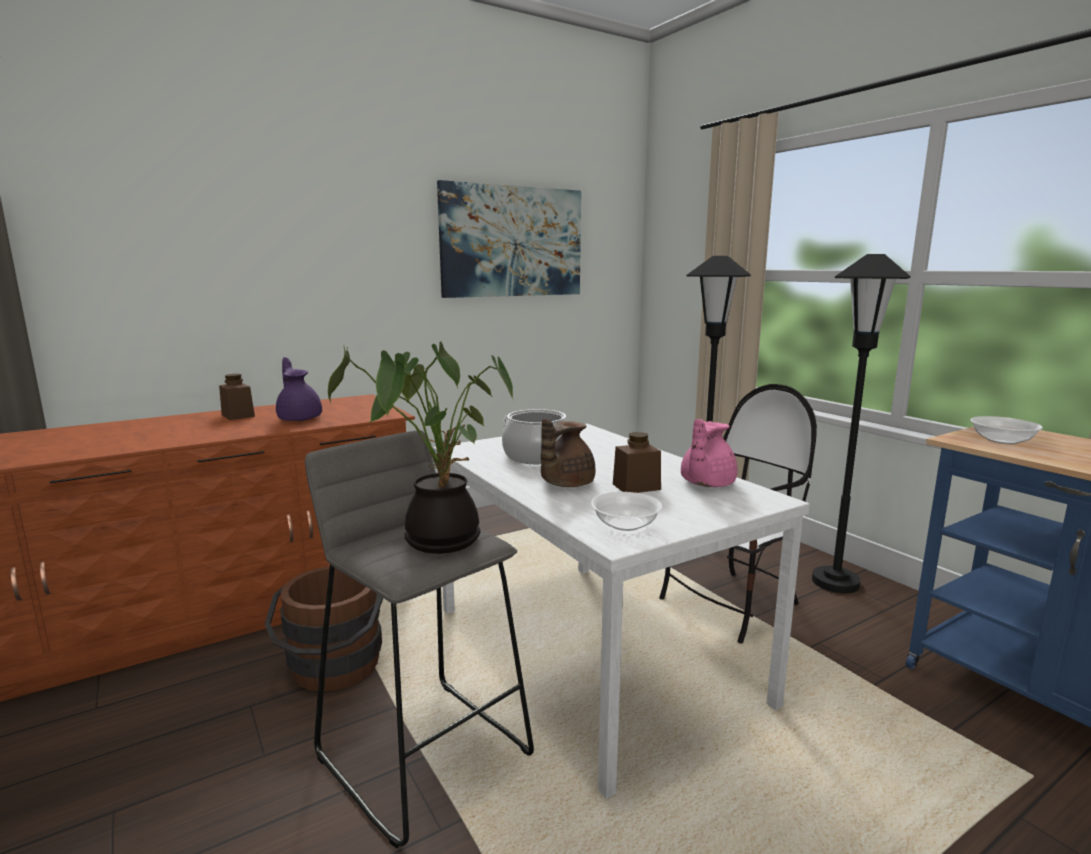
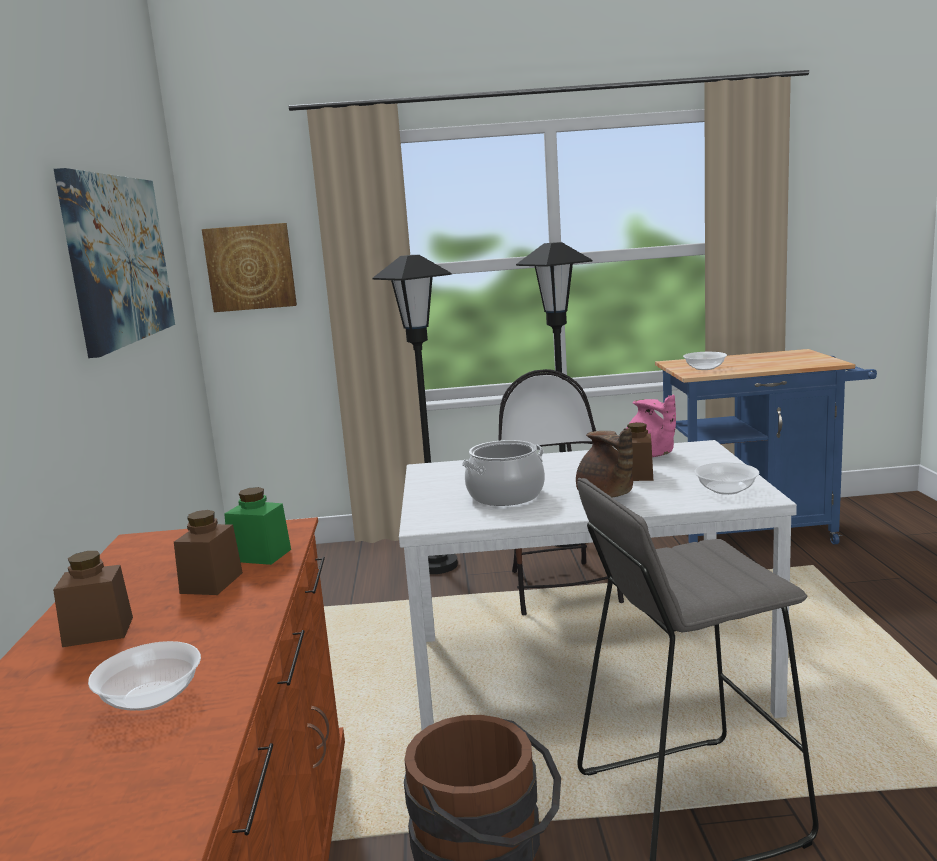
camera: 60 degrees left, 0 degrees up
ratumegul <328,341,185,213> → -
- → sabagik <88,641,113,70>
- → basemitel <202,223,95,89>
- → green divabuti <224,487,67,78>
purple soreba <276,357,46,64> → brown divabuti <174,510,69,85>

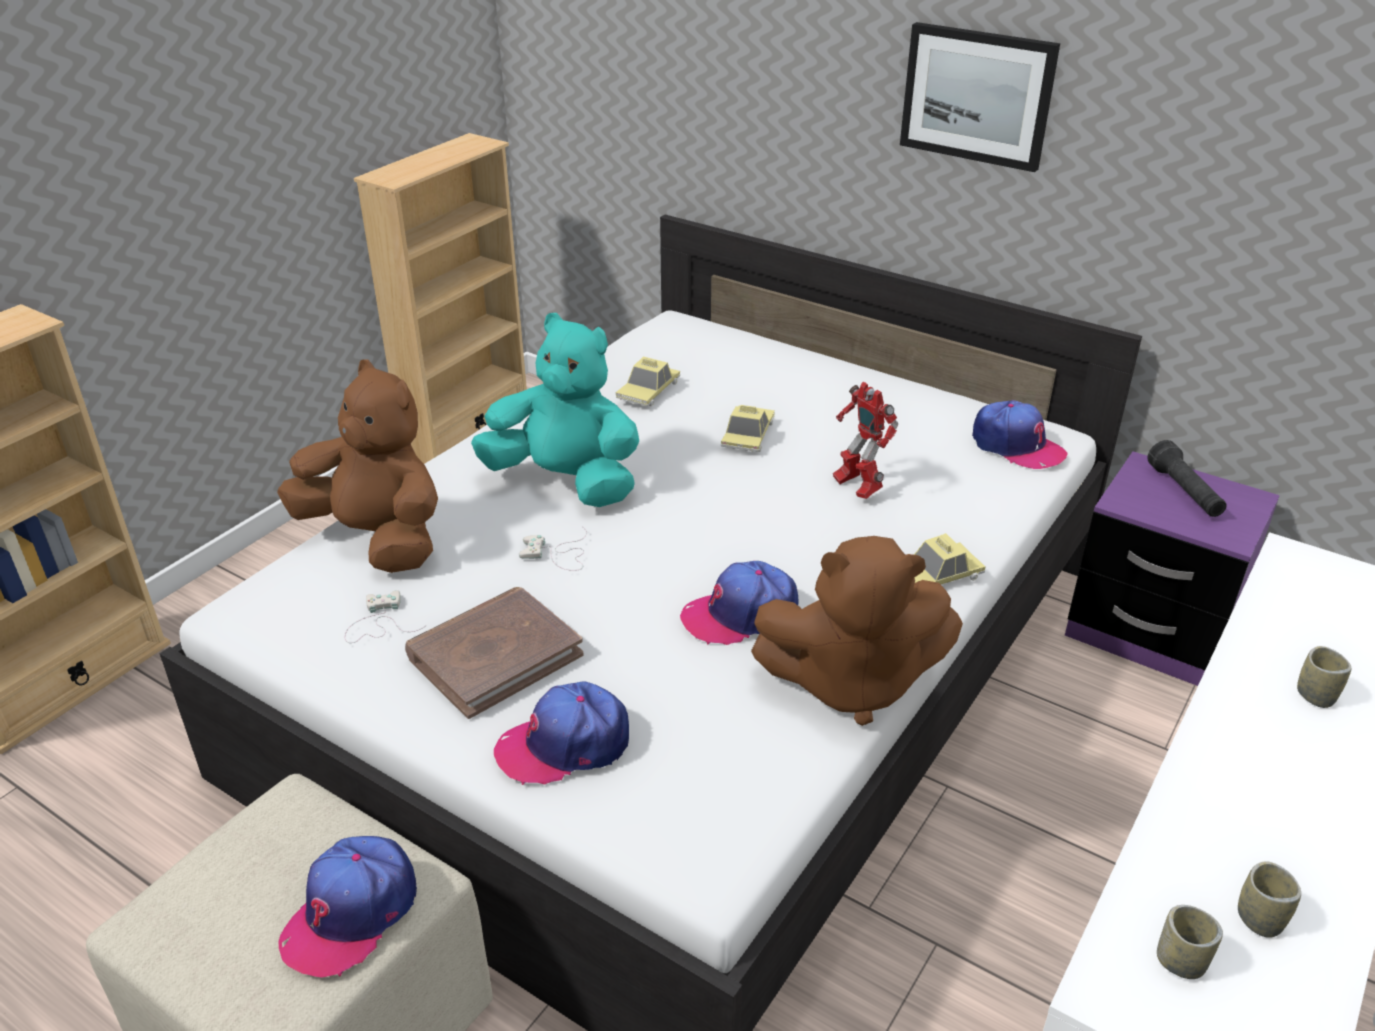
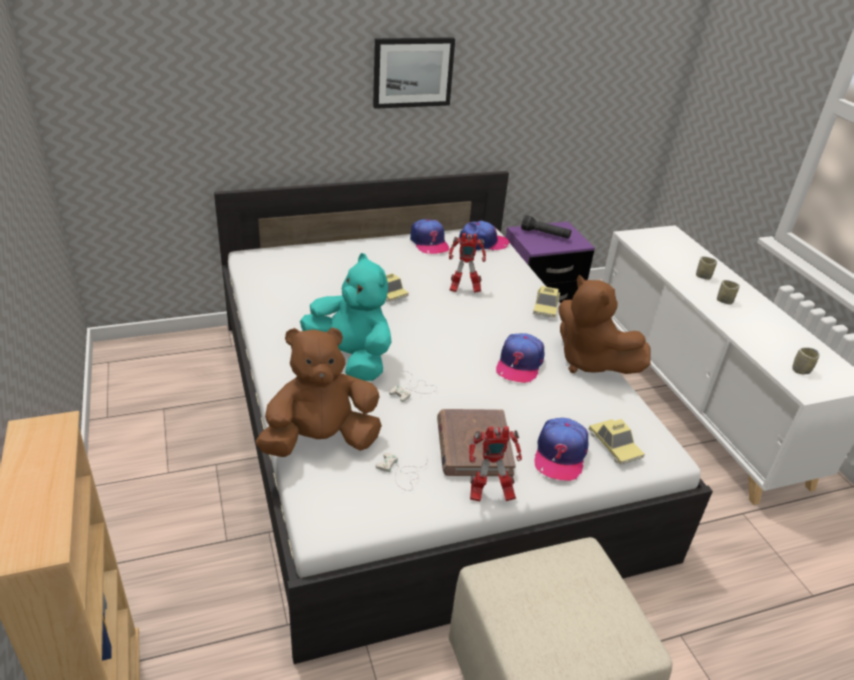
camera: 55 degrees left, 0 degrees up
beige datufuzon <354,133,173,331> → -
- → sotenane <469,426,53,76>
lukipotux <279,836,138,141> → lukipotux <410,219,40,35>, move
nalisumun <615,357,65,49> → nalisumun <589,419,56,46>, move
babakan <1238,861,63,77> → babakan <717,280,23,25>, move
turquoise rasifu <471,313,168,194> → turquoise rasifu <300,253,92,128>, 75 degrees clockwise
brown rasifu <751,536,212,190> → brown rasifu <558,275,93,99>, 105 degrees clockwise

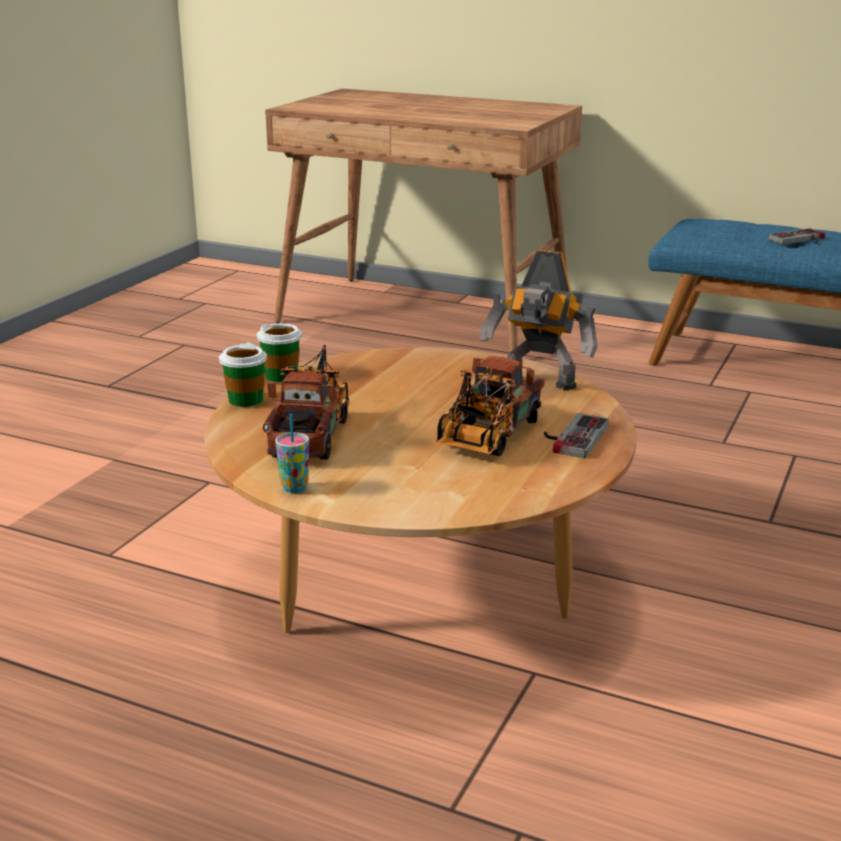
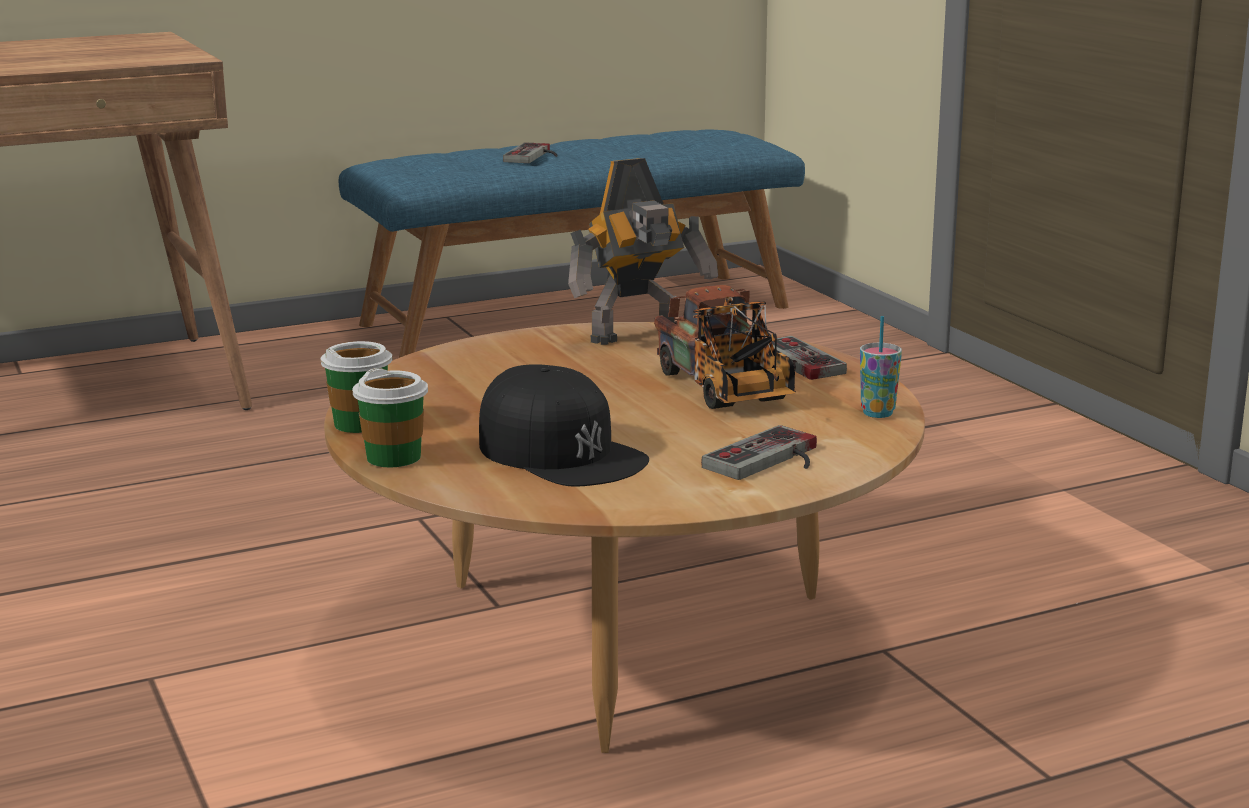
camera: 50 degrees left, 5 degrees down
- → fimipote <701,425,116,55>
babakan <275,414,34,79> → babakan <860,316,42,102>, move
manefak <263,345,87,114> → black lukipotux <479,364,170,123>

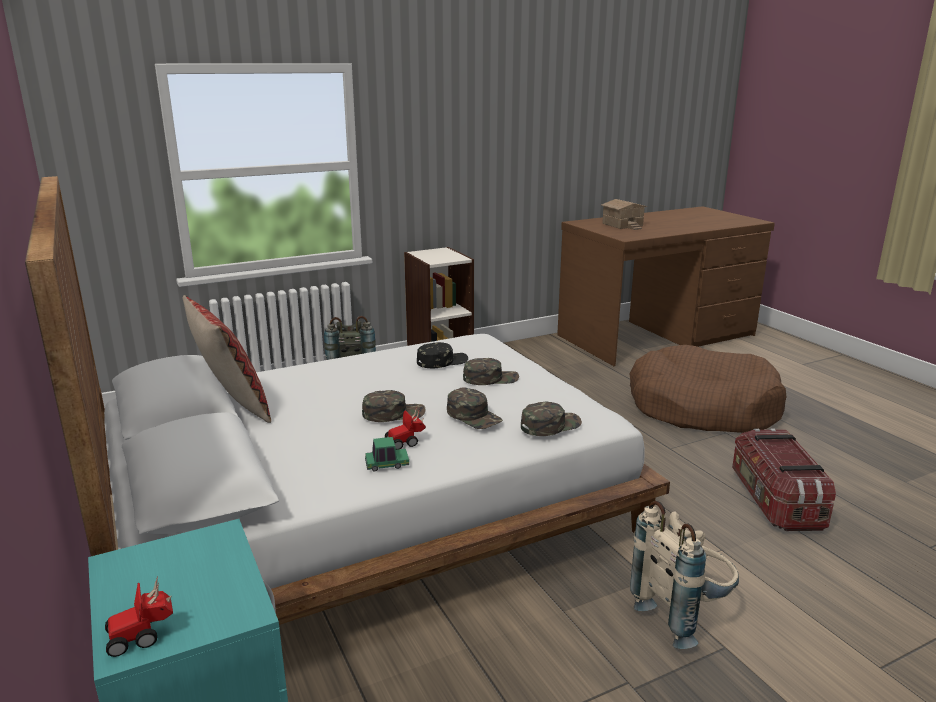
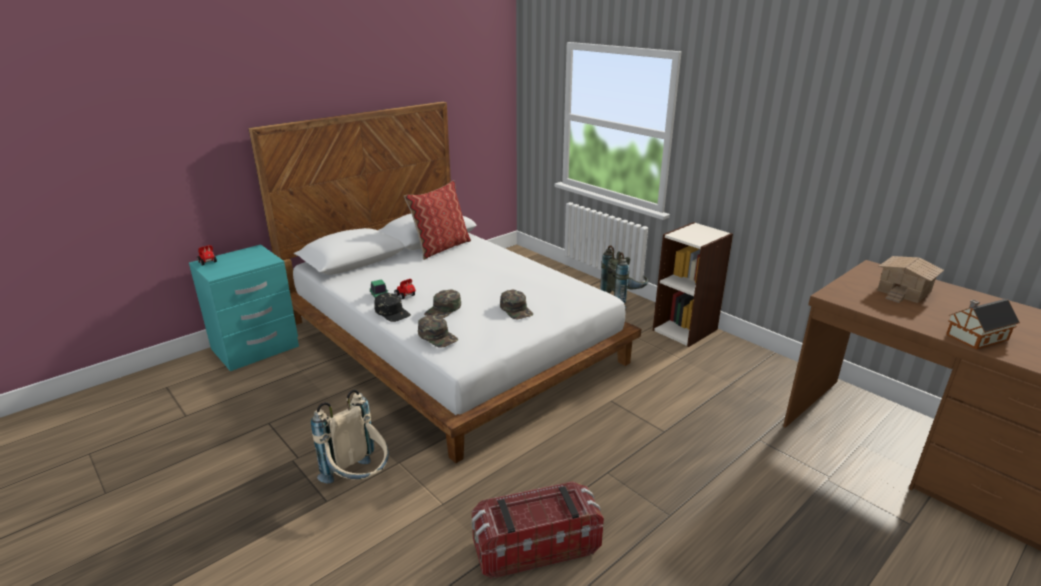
camera: 75 degrees right, 5 degrees up
green lukipotux <362,390,63,32> → -
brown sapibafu <630,345,156,88> → -
- → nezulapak <946,299,74,51>
black lukipotux <417,342,51,26> → black lukipotux <374,293,37,29>, move

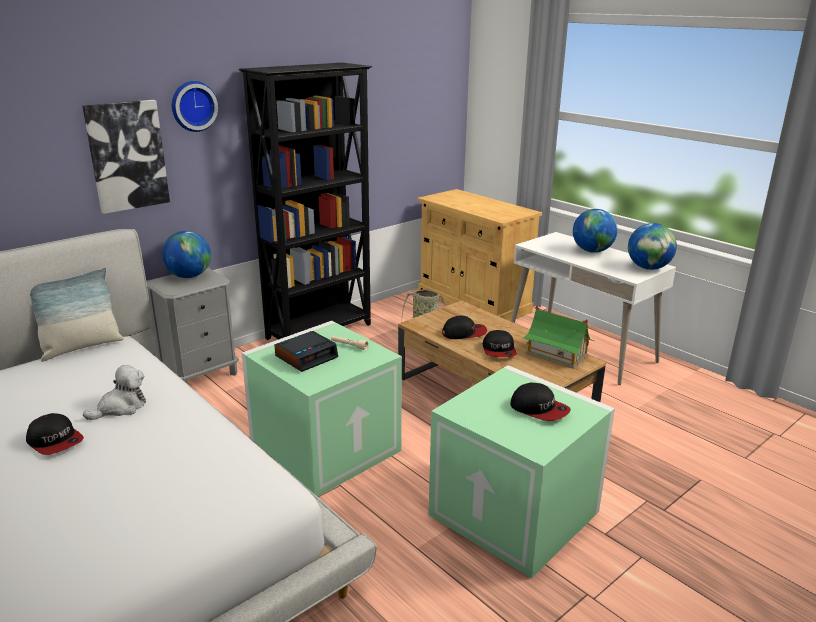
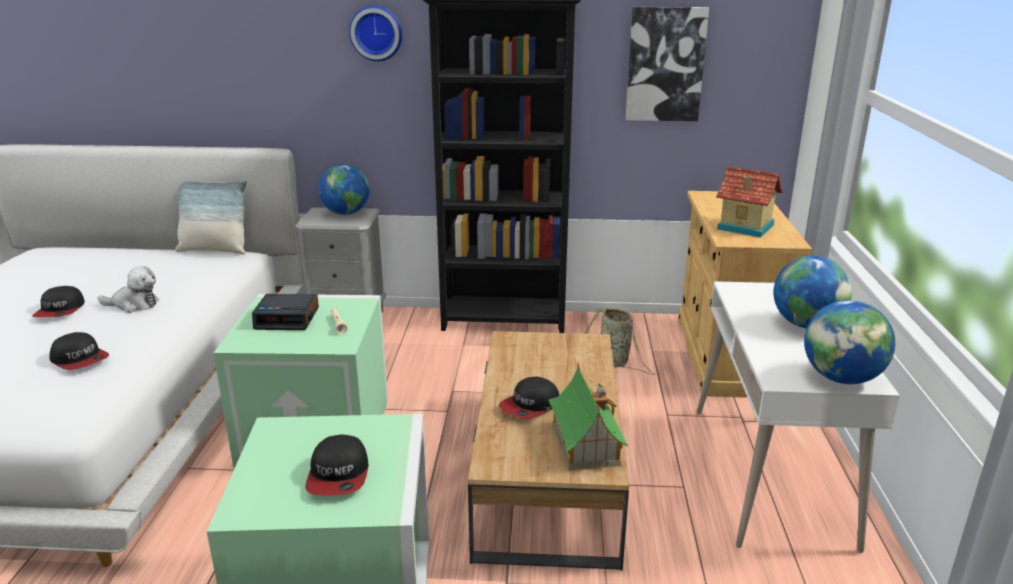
camera: 45 degrees right, 0 degrees up
- → nezulapak <716,166,67,72>
basemitel <82,100,88,114> → basemitel <626,7,83,114>, move
lukipotux <442,316,45,23> → lukipotux <49,332,60,38>, move

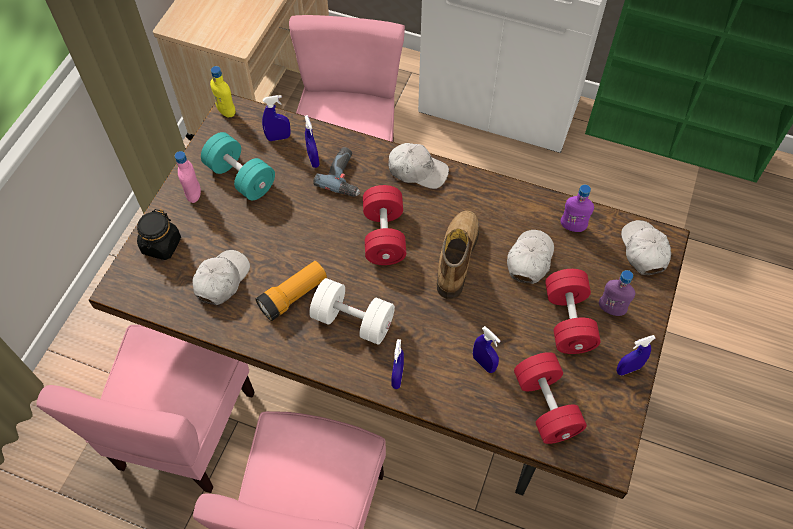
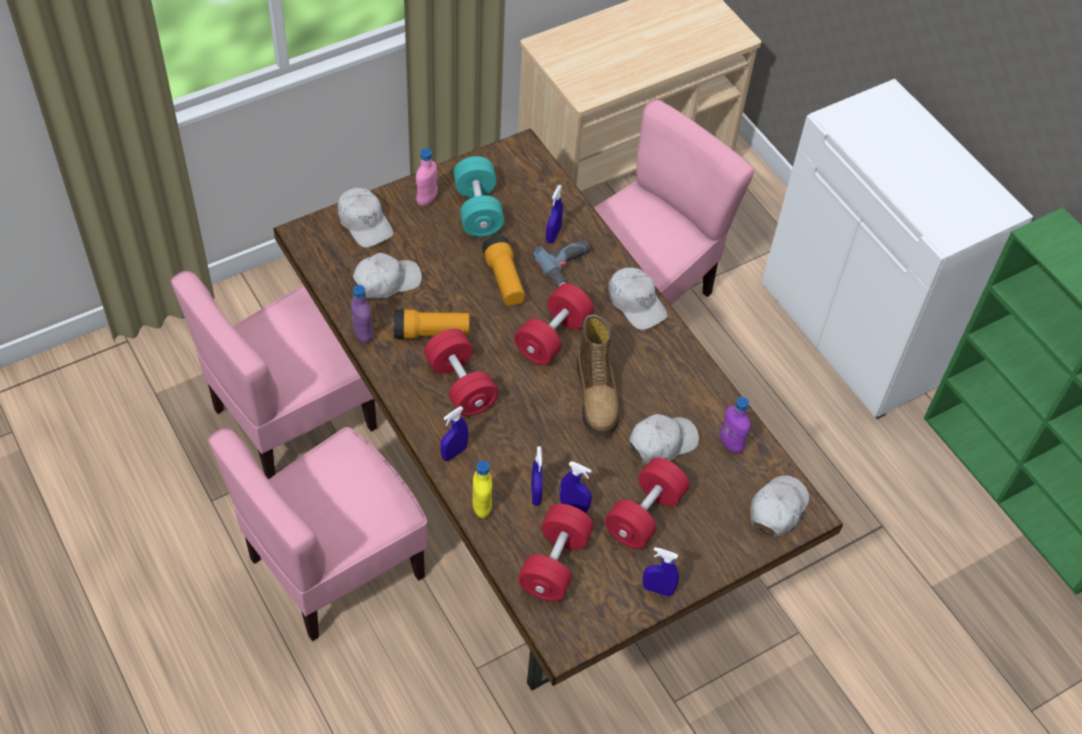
camera: 35 degrees right, 5 degrees down
- → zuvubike <482,235,43,71>
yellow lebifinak <210,66,26,52> → yellow lebifinak <472,460,20,58>, move
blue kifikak <262,95,29,46> → blue kifikak <560,461,32,51>, move
purple lebifinak <599,270,36,46> → purple lebifinak <351,285,22,58>, move
black divabuti <137,209,44,51> → white lukipotux <337,188,57,60>
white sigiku <309,278,86,67> → red sigiku <424,329,75,87>
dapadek <437,210,42,89> → dapadek <577,314,42,124>, 120 degrees clockwise

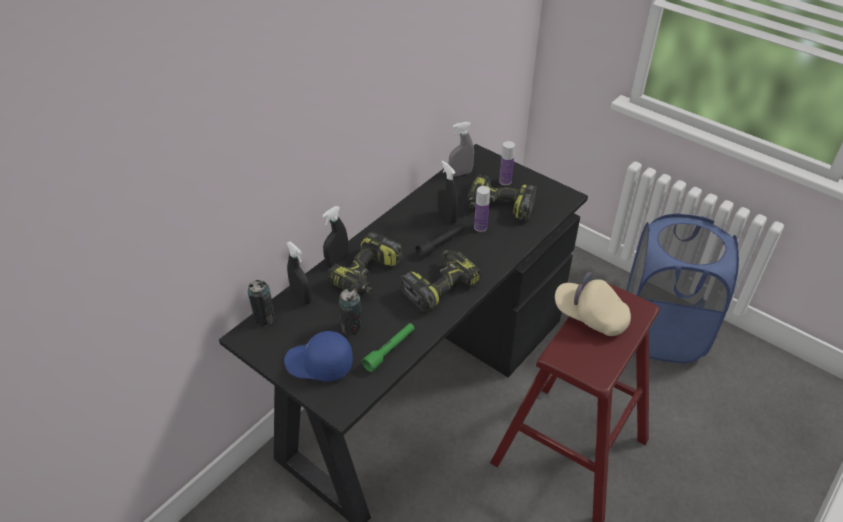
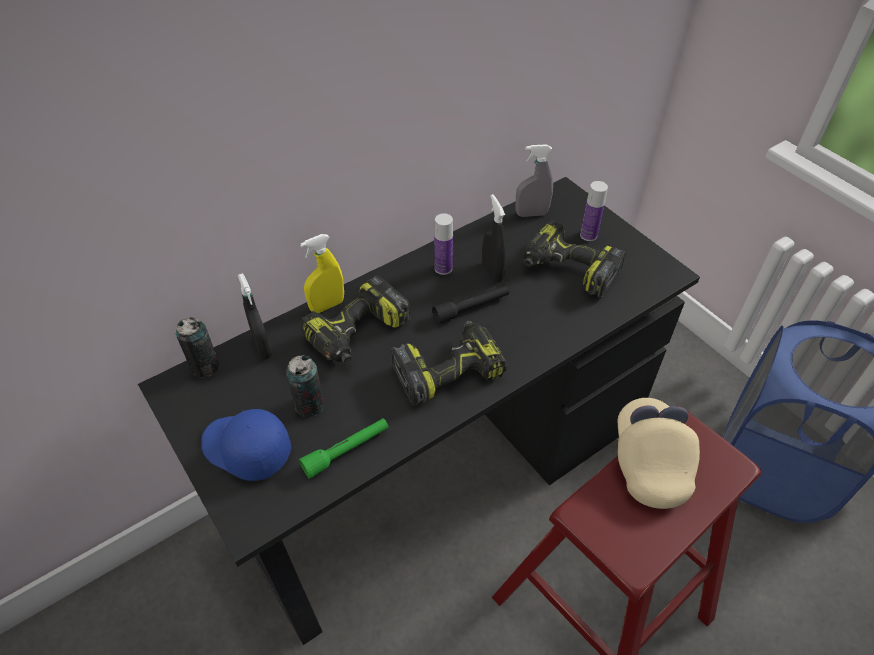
camera: 15 degrees right, 5 degrees up
lebifinak <474,186,16,46> → lebifinak <434,213,19,62>, move
black kifikak <322,206,27,62> → yellow kifikak <300,234,44,79>
beige lukipotux <555,272,76,64> → beige lukipotux <618,398,82,111>, 45 degrees clockwise

